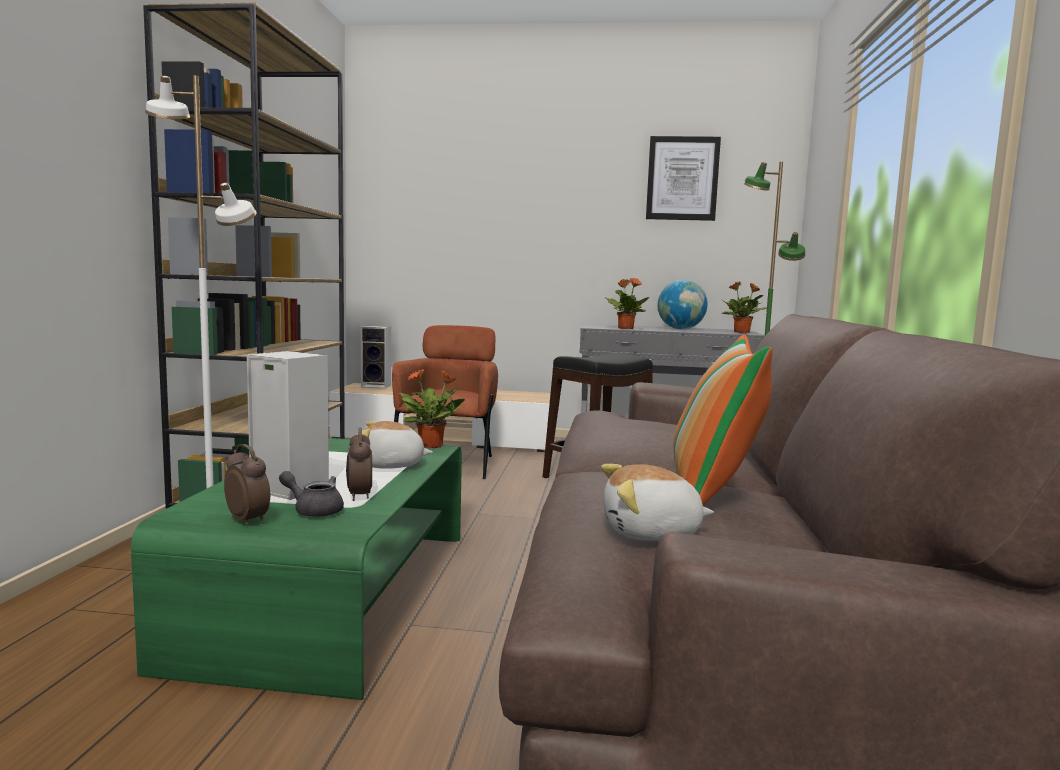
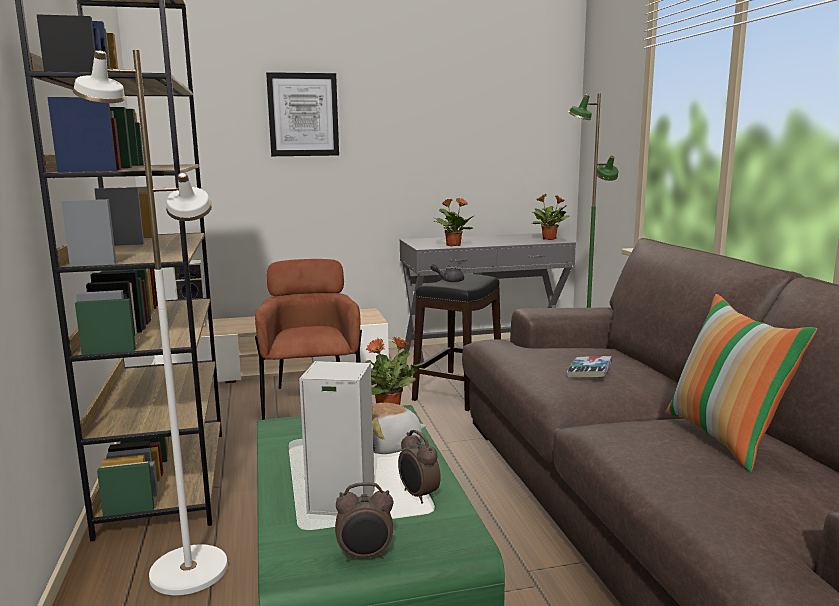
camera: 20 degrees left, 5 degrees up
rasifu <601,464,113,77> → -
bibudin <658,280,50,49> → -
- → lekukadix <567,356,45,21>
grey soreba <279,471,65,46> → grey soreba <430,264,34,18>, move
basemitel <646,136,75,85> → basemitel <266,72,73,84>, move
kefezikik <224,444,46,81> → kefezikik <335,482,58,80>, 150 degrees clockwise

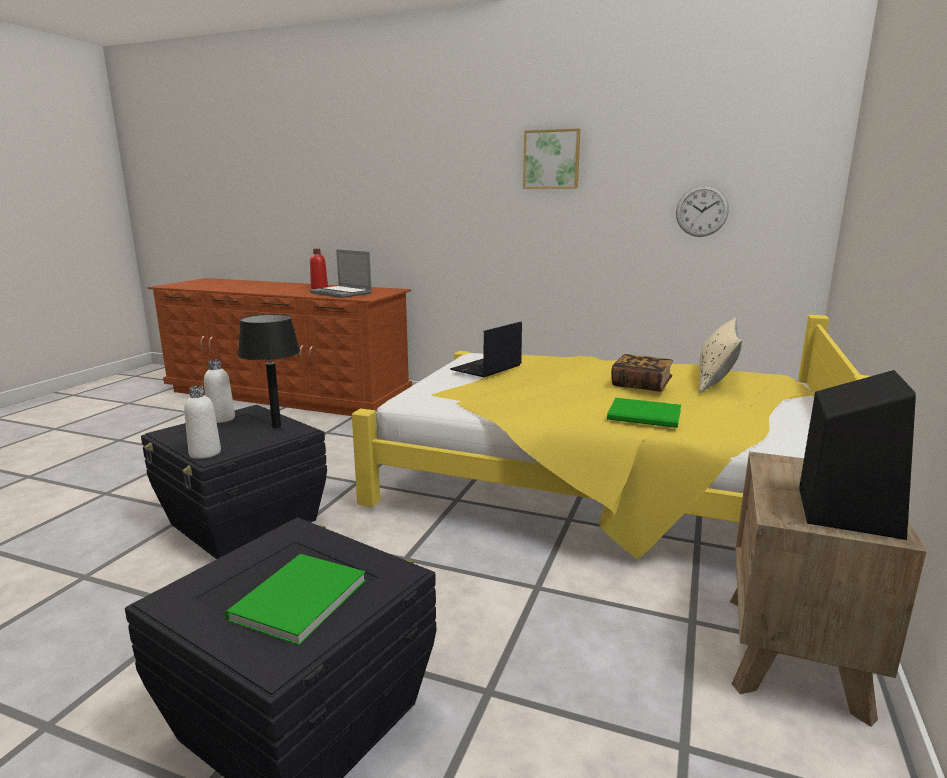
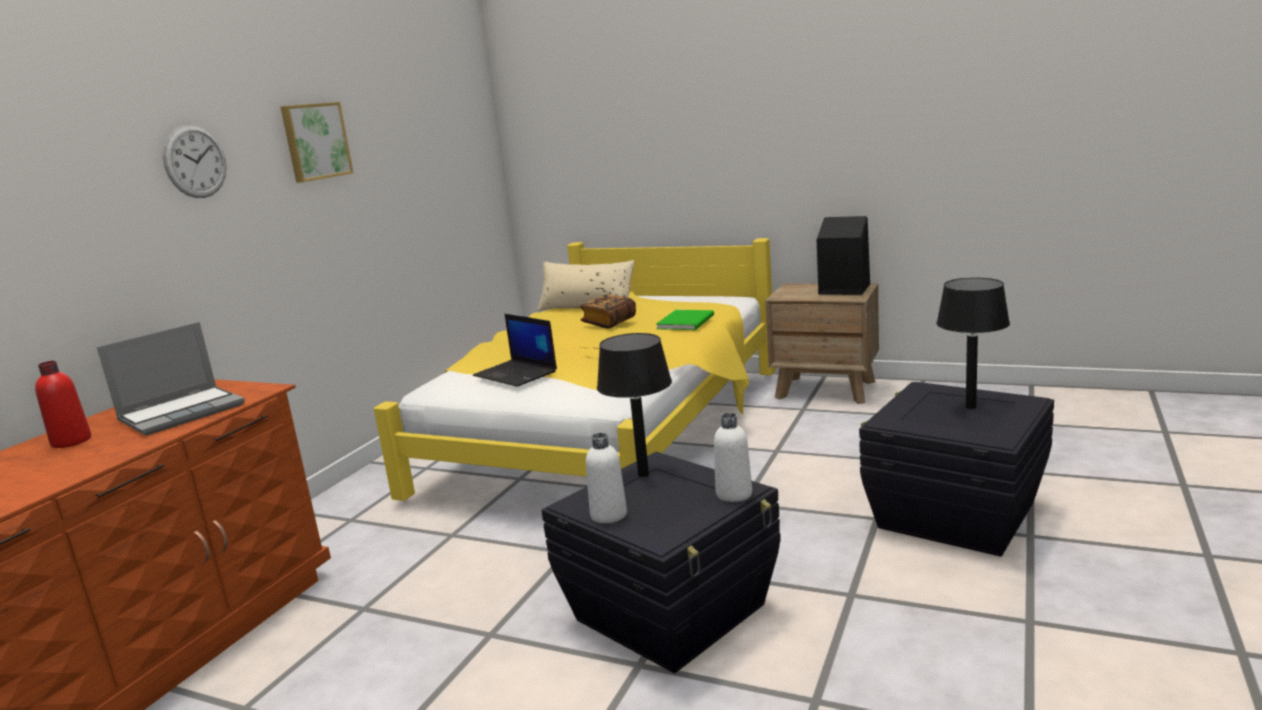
camera: 85 degrees left, 0 degrees up
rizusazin <676,185,53,52> → rizusazin <163,125,64,73>, move
green lekukadix <225,554,141,91> → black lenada <936,278,74,131>

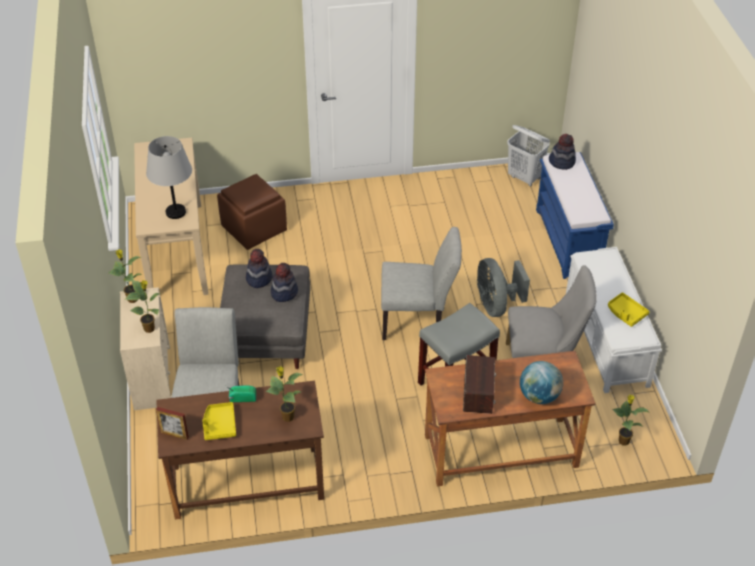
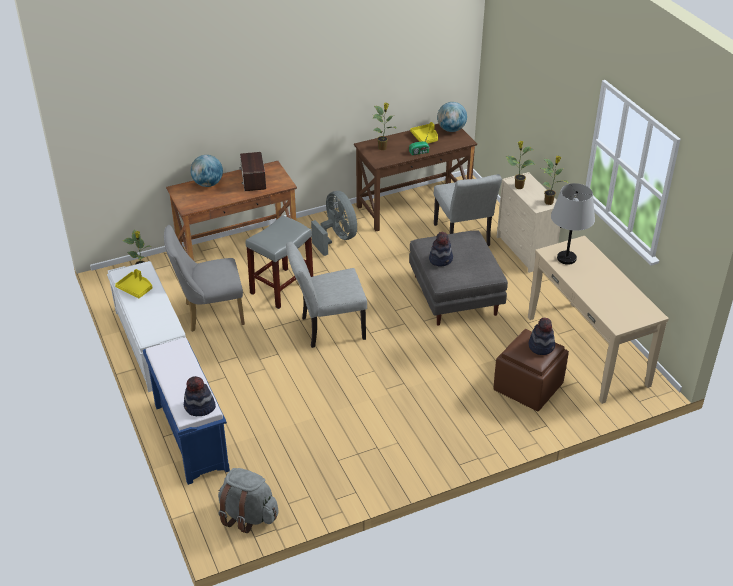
camera: 165 degrees right, 5 degrees down
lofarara <246,249,27,39> → lofarara <528,318,27,37>, move
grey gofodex <477,258,53,59> → grey gofodex <311,191,46,65>, move
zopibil <156,407,33,33> → bibudin <437,102,30,30>
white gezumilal <507,125,43,61> → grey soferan <218,468,61,65>

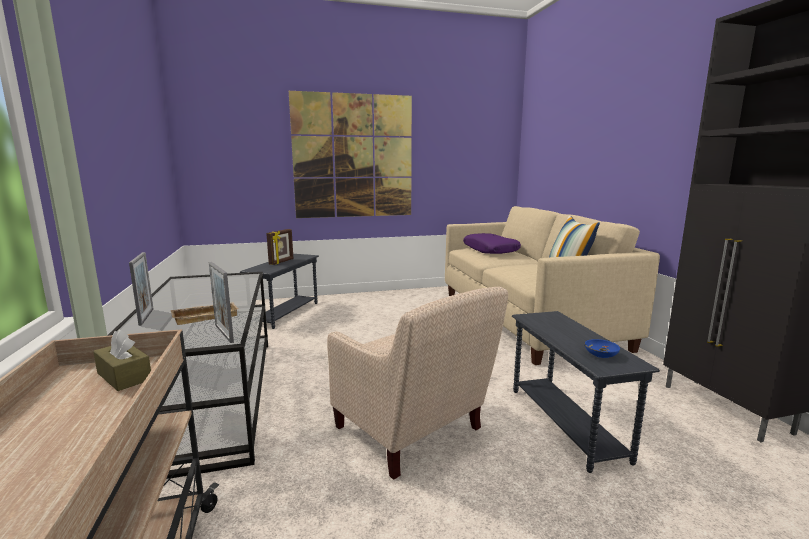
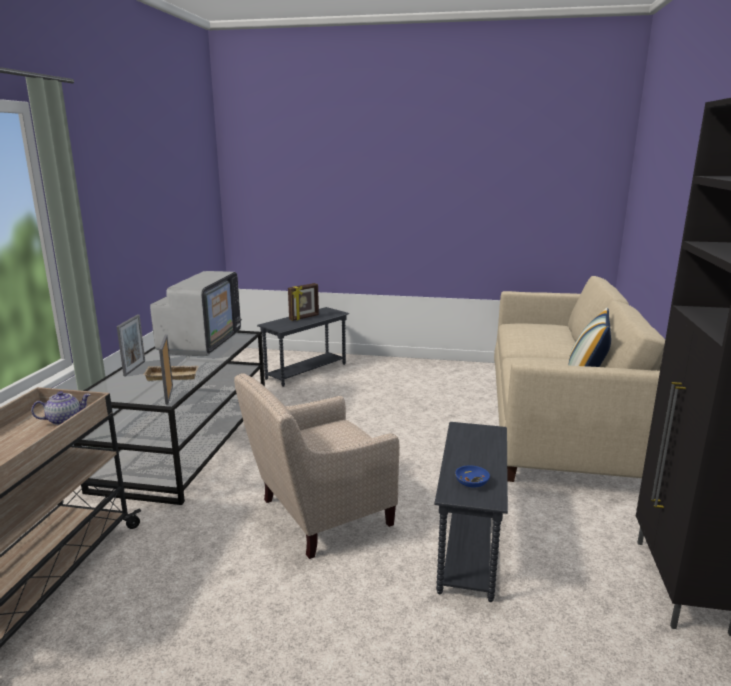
camera: 25 degrees right, 5 degrees up
basemitel <289,91,123,127> → -
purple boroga <463,233,58,21> → -
- → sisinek <150,271,92,85>
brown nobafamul <93,330,58,61> → soreba <31,391,60,34>
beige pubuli <327,286,181,194> → beige pubuli <234,373,166,186>, 75 degrees clockwise

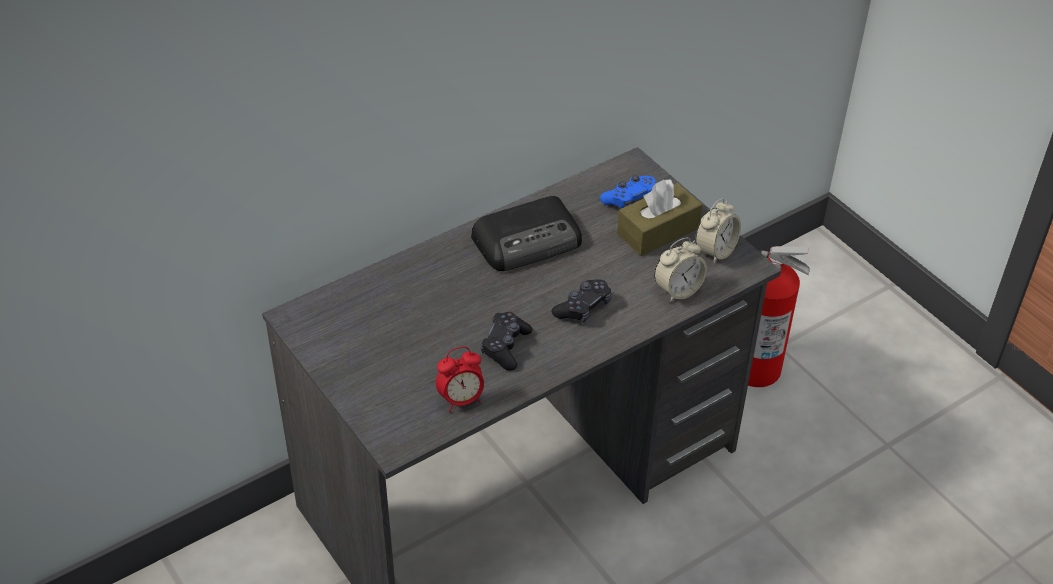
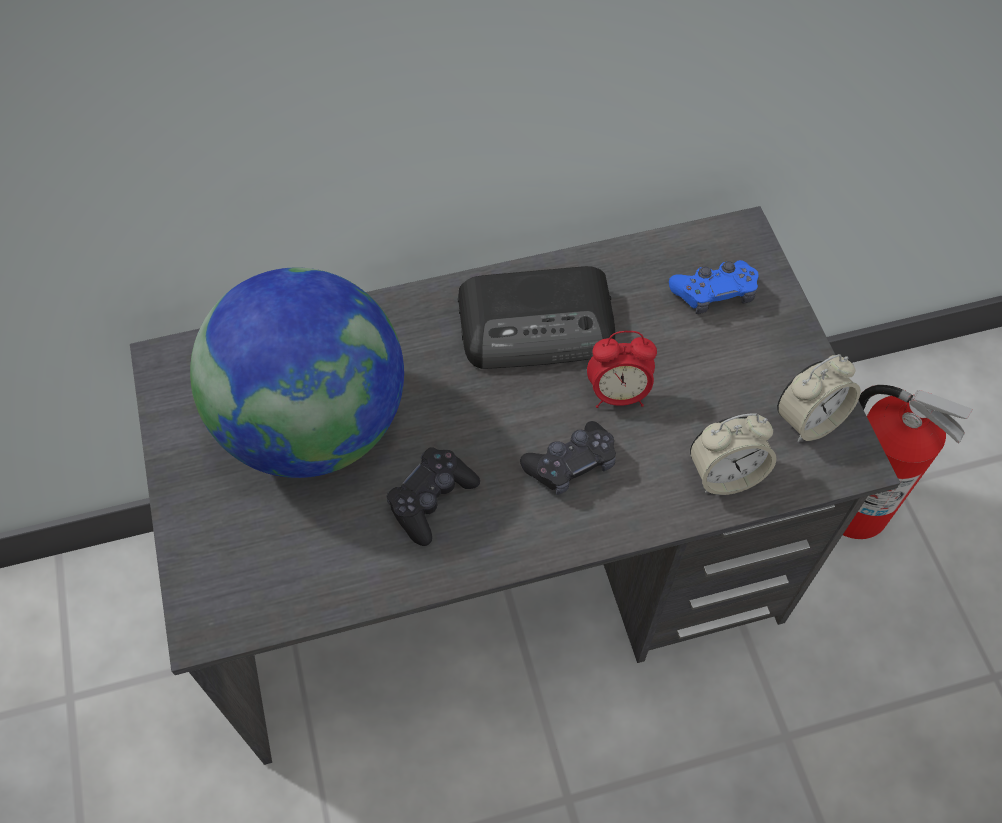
camera: 20 degrees right, 15 degrees up
brown nobafamul <617,179,85,77> → -
- → bibudin <190,267,214,211>
kefezikik <436,347,48,65> → kefezikik <587,331,70,77>, move

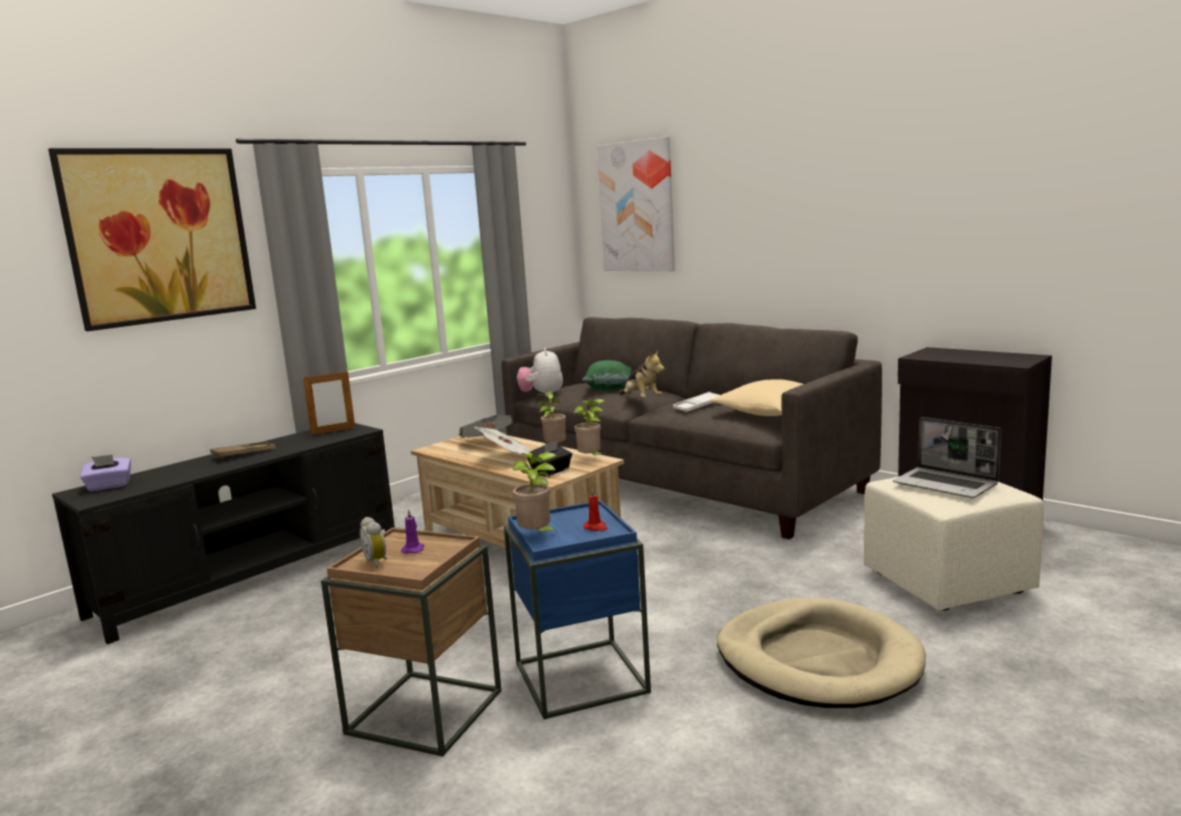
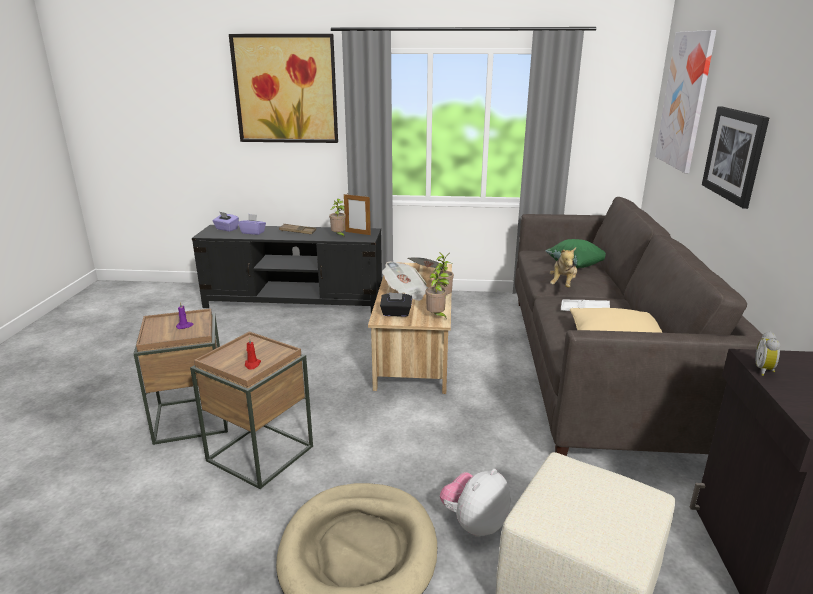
camera: 50 degrees right, 10 degrees up
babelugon <893,417,109,81> → -
- → purple nobafamul <238,214,28,21>
- → basemitel <702,106,67,103>
kefezikik <360,517,27,51> → kefezikik <755,331,25,45>, move
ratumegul <513,452,43,80> → ratumegul <329,199,17,39>, move
rasifu <517,348,46,48> → rasifu <440,469,70,68>, move
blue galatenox <504,500,147,220> → brown galatenox <190,331,123,158>

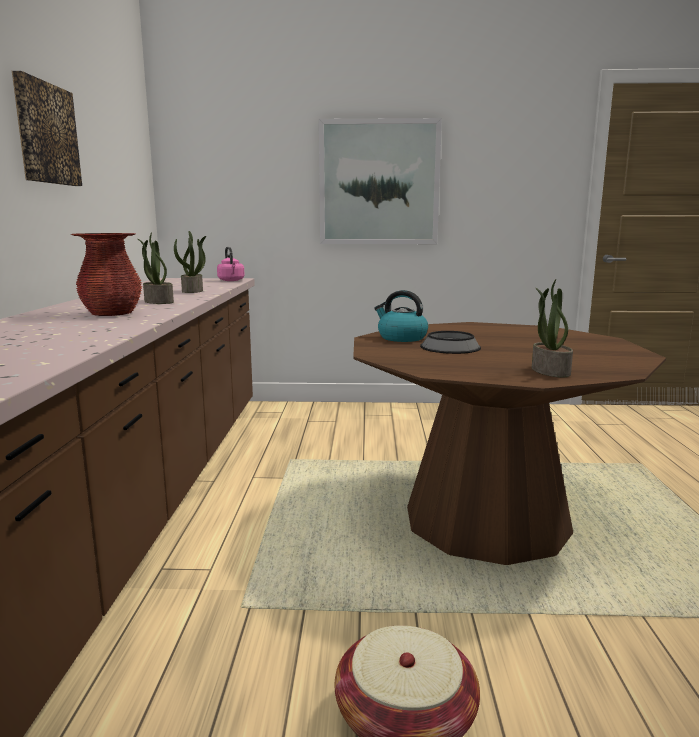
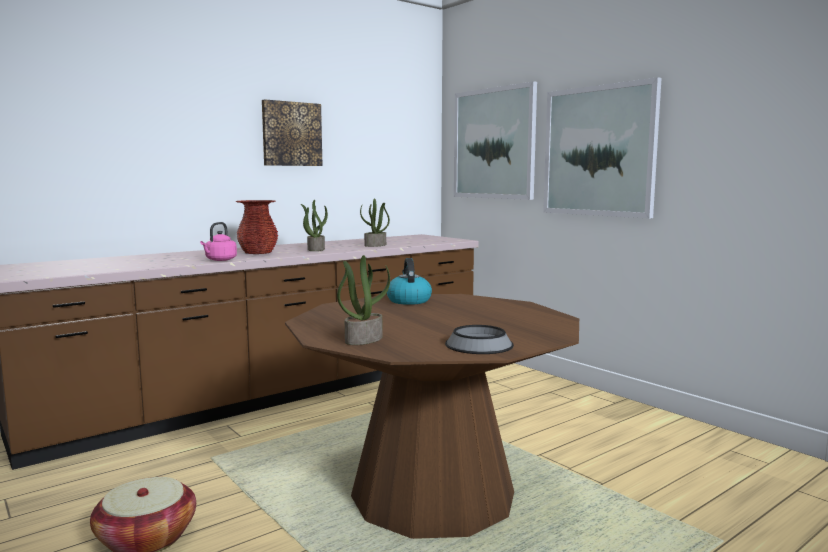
camera: 50 degrees right, 5 degrees down
- → basemitel <454,81,83,119>
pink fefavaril <217,247,28,34> → pink fefavaril <200,222,37,39>, move
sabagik <420,331,61,23> → sabagik <445,325,69,29>, move

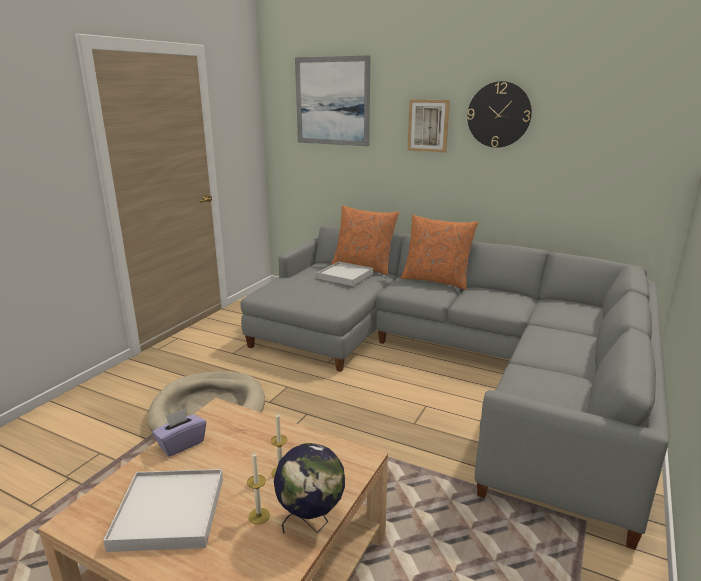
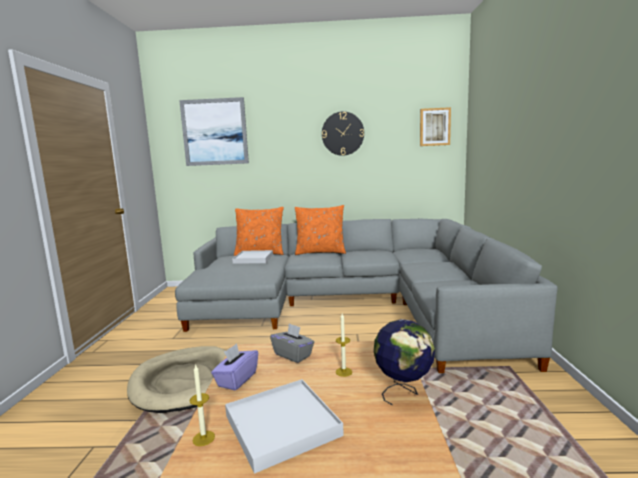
camera: 25 degrees left, 10 degrees down
- → grey nobafamul <270,323,44,40>
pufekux <247,451,23,74> → pufekux <190,364,25,82>, move
basemitel <407,100,43,53> → basemitel <420,107,31,39>, move

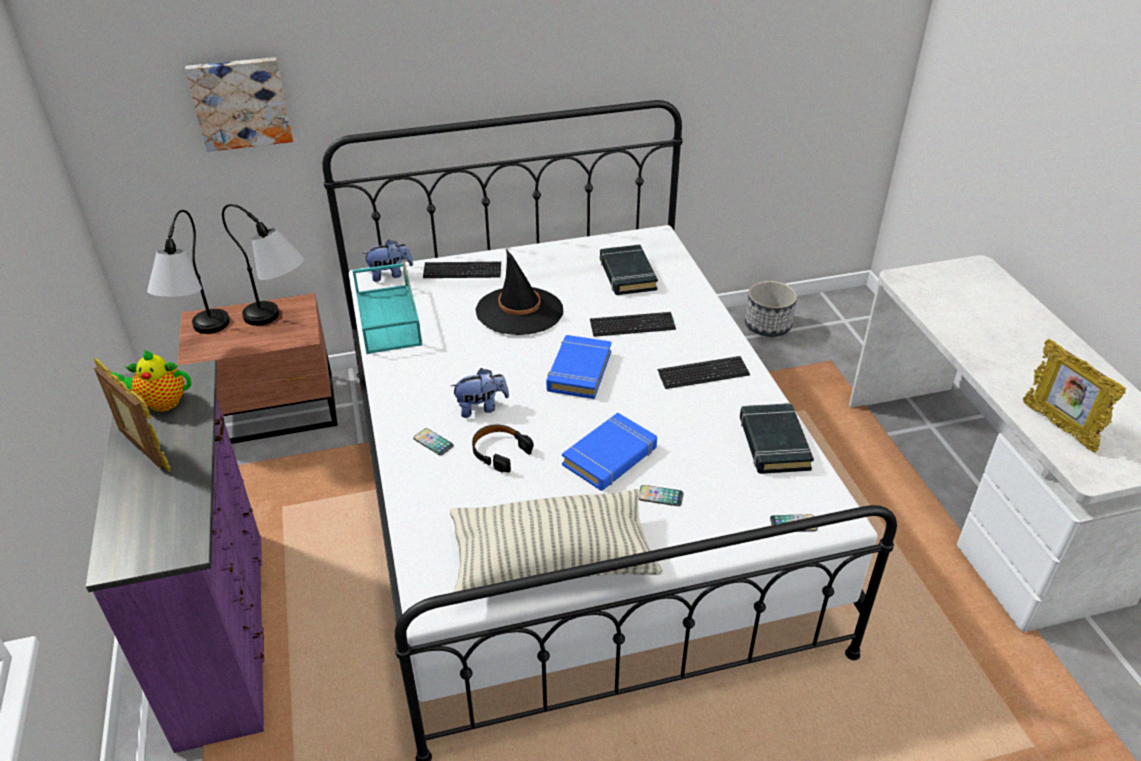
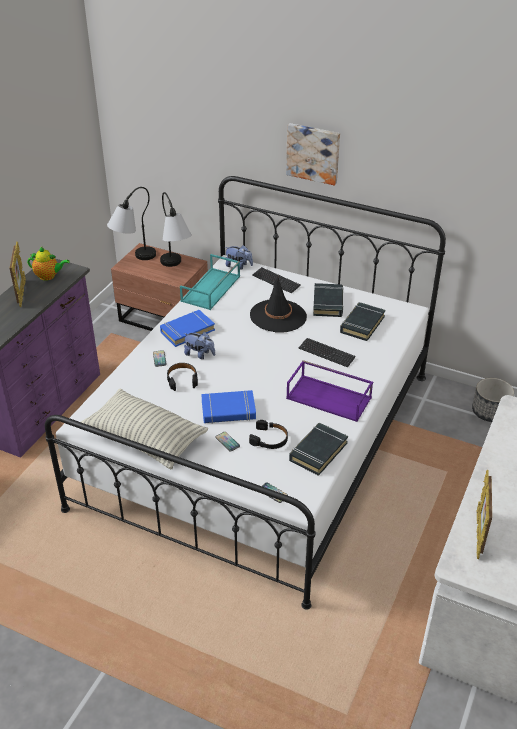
camera: 40 degrees right, 0 degrees up
- → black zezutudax <249,420,39,29>
- → black lekukadix <313,283,30,34>
basemitel <185,57,108,95> → basemitel <286,123,54,63>, move
blue lekukadix <546,335,66,64> → blue lekukadix <160,310,55,37>, move
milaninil <657,356,93,33> → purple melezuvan <286,360,87,62>
soreba <112,349,79,63> → soreba <27,247,43,34>, 150 degrees clockwise

